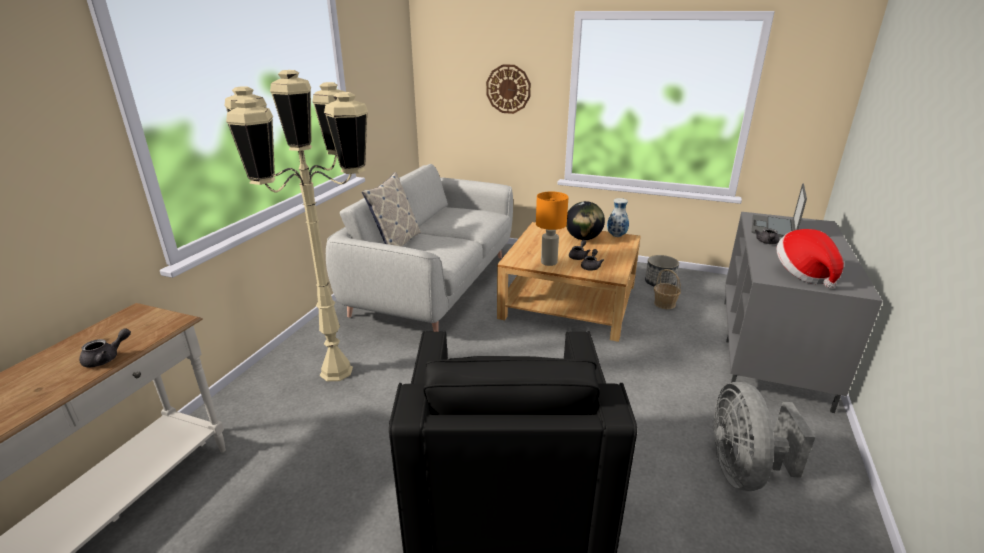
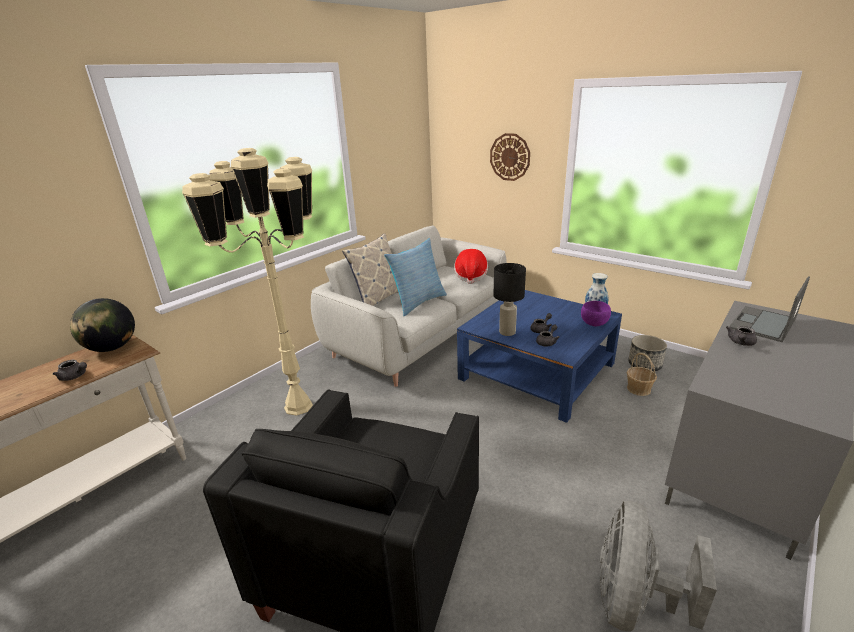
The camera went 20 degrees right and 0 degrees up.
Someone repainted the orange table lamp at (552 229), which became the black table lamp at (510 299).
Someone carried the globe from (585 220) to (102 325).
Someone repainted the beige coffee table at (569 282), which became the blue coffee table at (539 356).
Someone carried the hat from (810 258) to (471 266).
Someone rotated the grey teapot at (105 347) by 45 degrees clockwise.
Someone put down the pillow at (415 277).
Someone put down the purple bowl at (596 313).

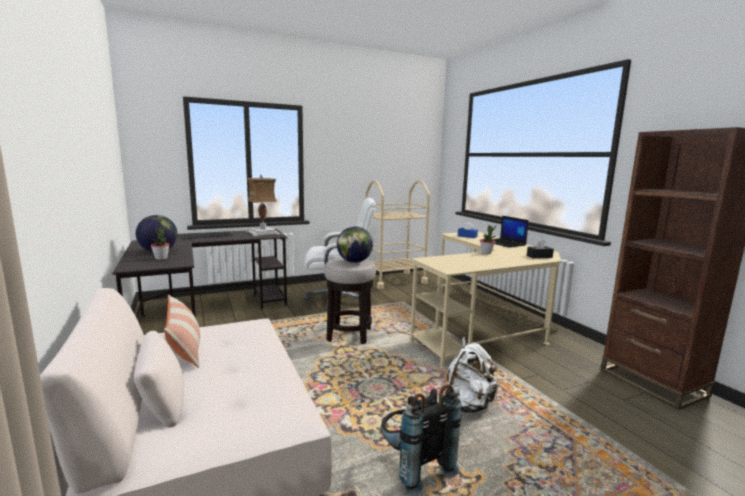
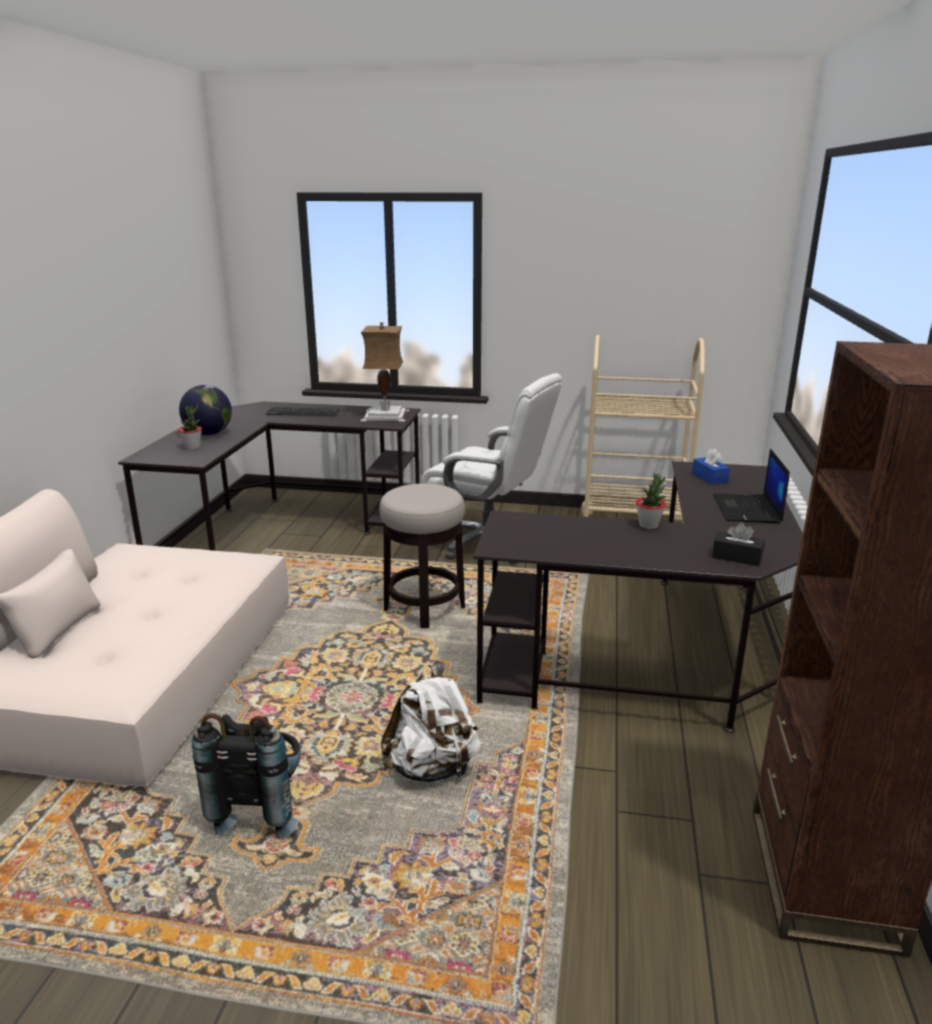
The camera went 35 degrees right and 10 degrees up.
Someone took away the globe at (355 244).
Someone repainted the beige desk at (486 300), which became the black desk at (638 597).
Someone took away the pillow at (182 331).

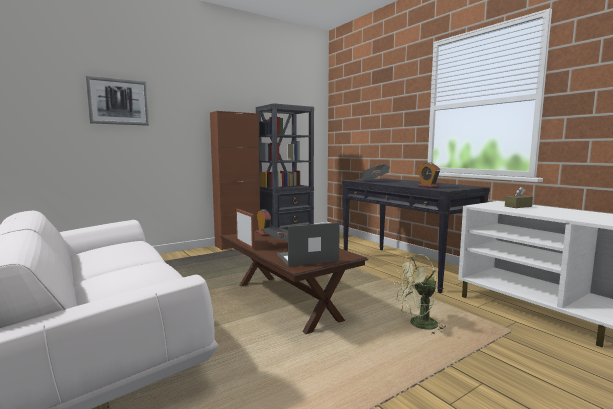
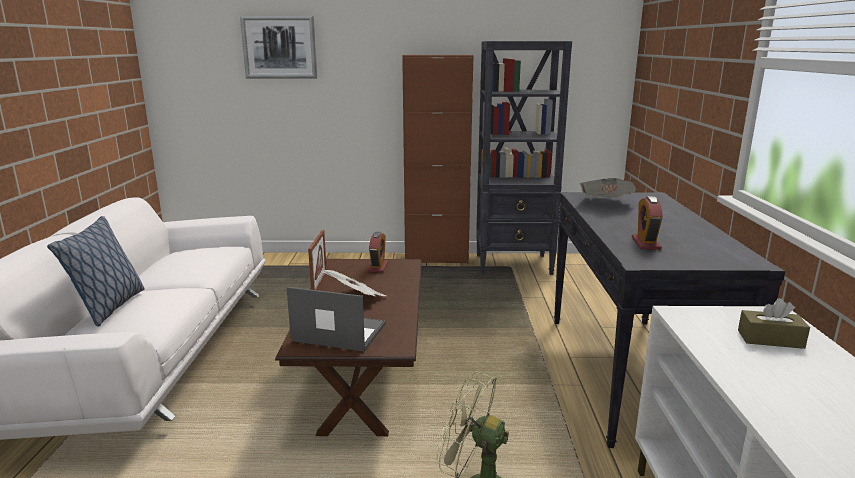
The camera went 35 degrees right and 10 degrees up.
Someone put down the pillow at (96 271).

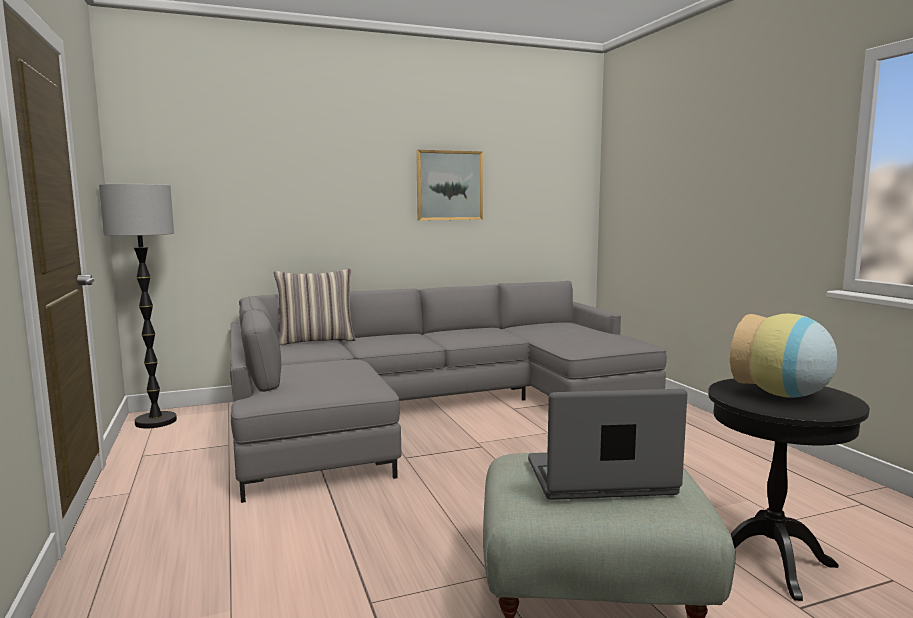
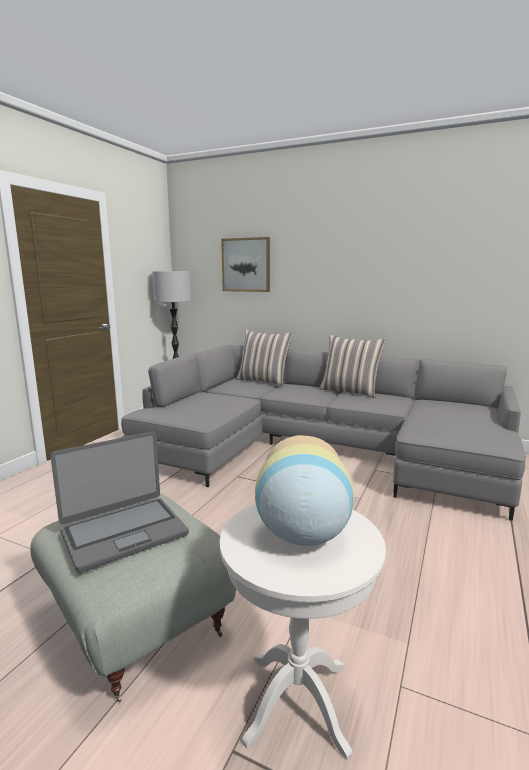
The camera went 45 degrees right and 5 degrees up.
Someone carried the picture from (449 185) to (245 264).
Someone repainted the black side table at (789 490), which became the white side table at (303 631).
Someone rotated the laptop at (607 444) by 105 degrees clockwise.
Someone put down the pillow at (352 366).

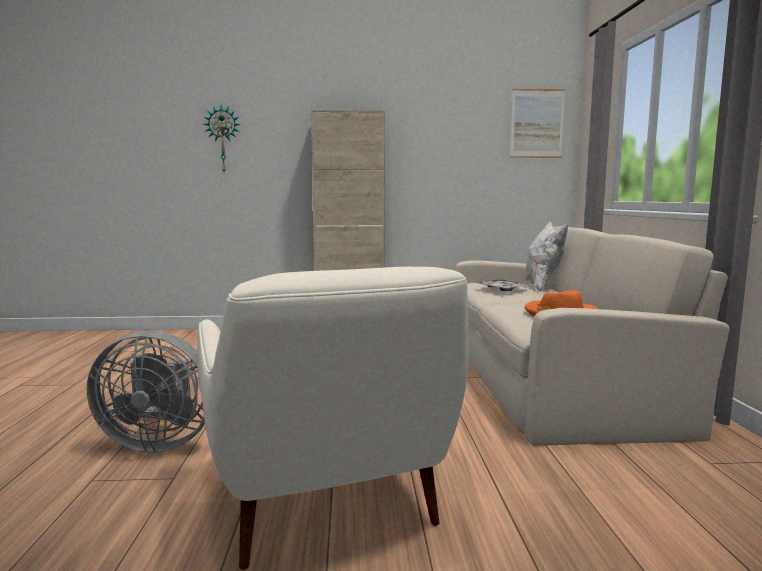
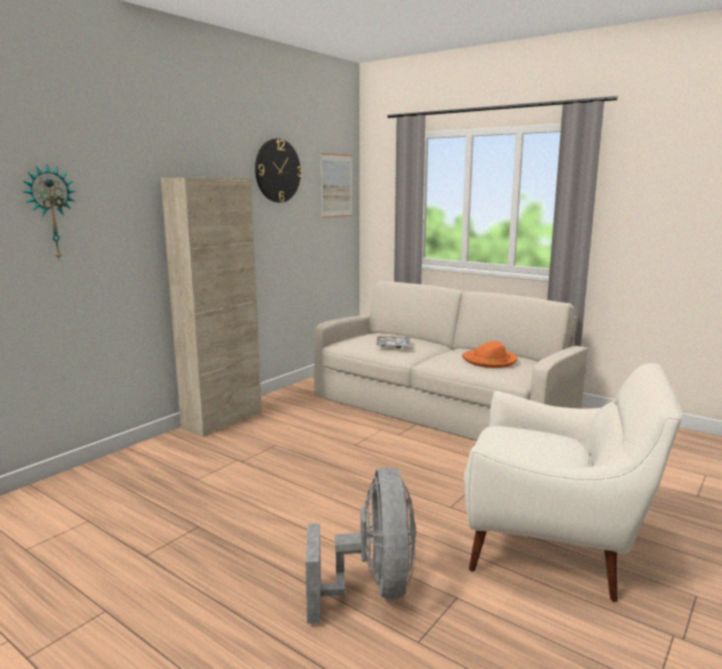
The camera went 50 degrees left and 5 degrees up.
Someone took away the white pillow at (546 256).
Someone rotated the grey fan at (146 391) by 45 degrees counterclockwise.
Someone put up the wall clock at (278 170).

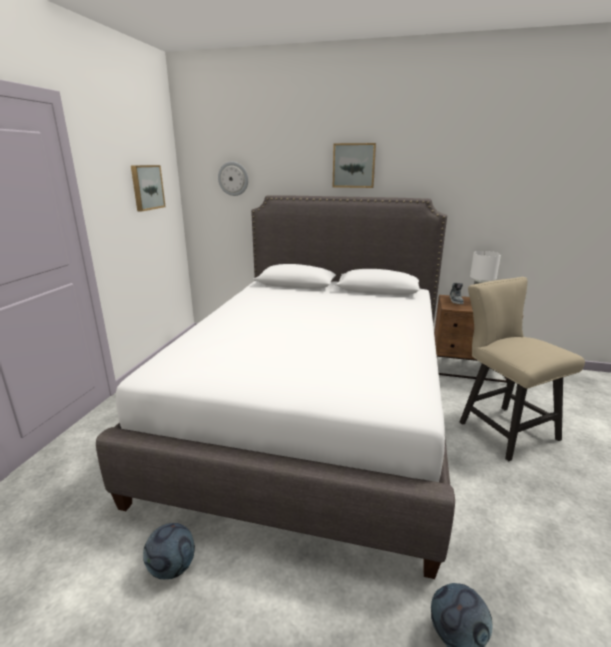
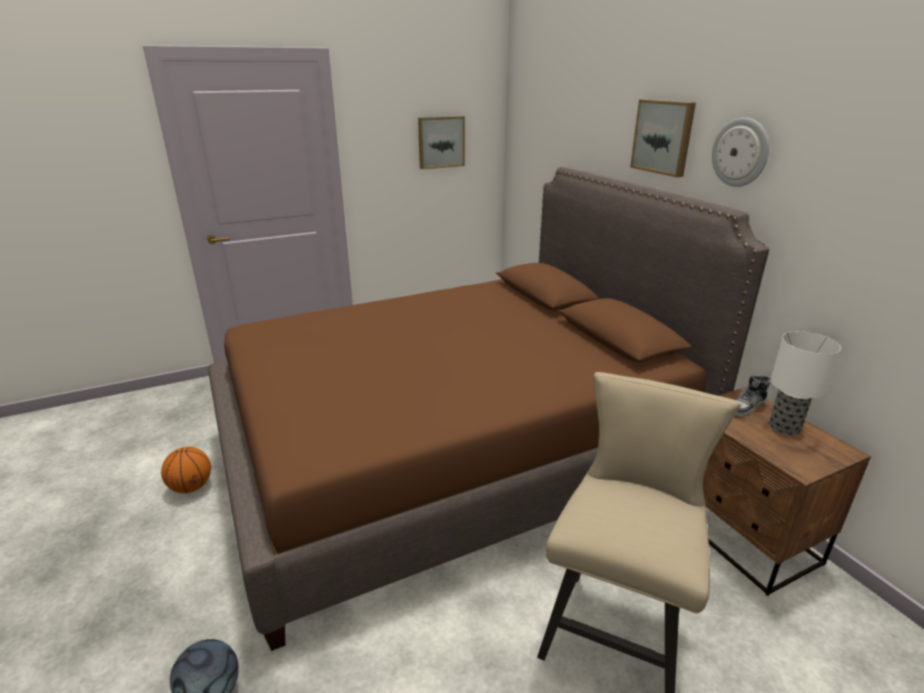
The camera went 50 degrees right and 5 degrees up.
Someone carried the wall clock from (233 179) to (740 152).
Someone repainted the white bed at (275 387), which became the brown bed at (488 409).
Someone swapped the football at (169 551) for the basketball at (186 470).

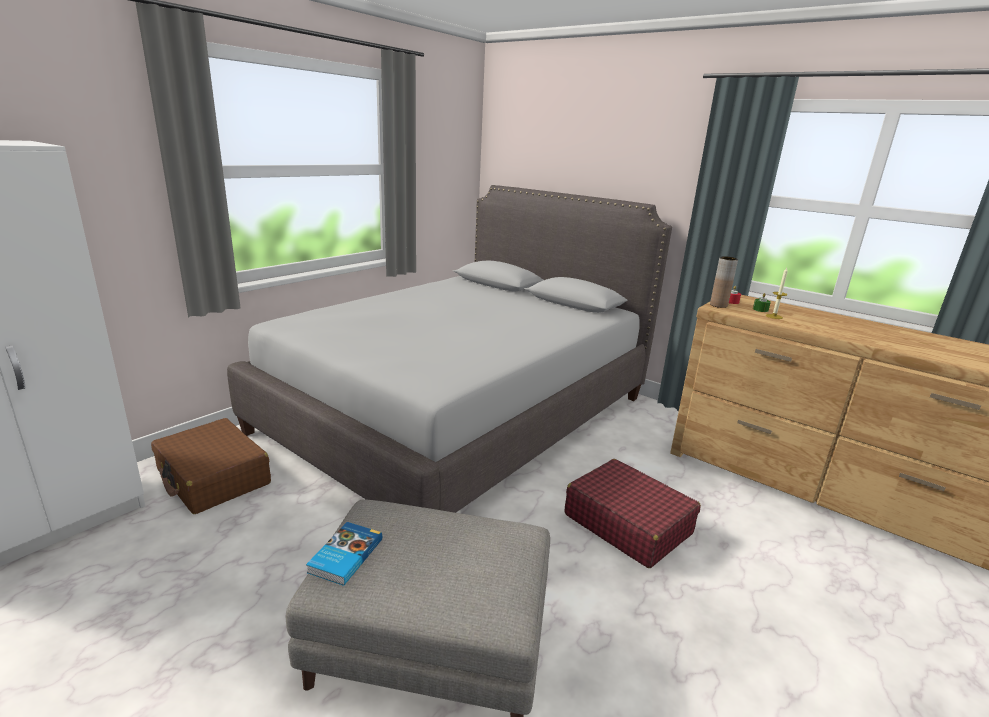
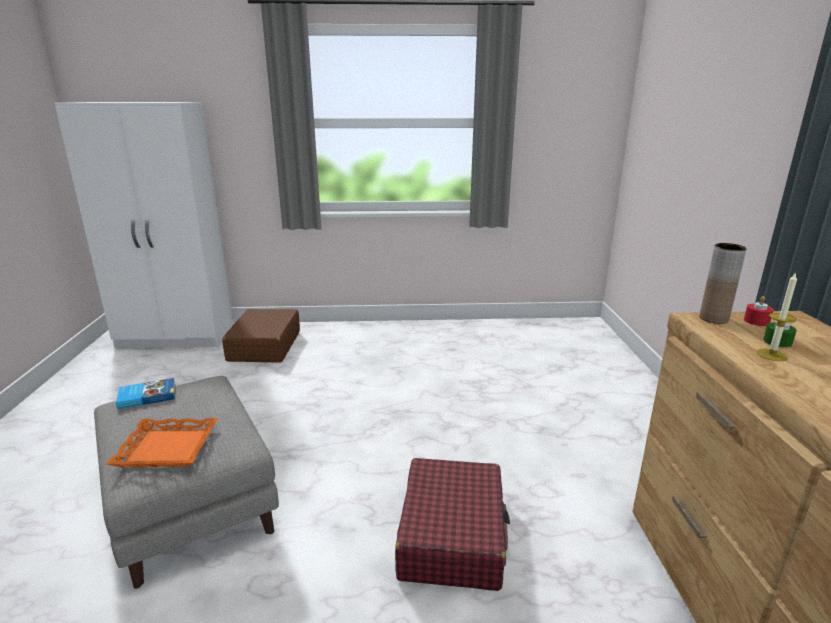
The camera went 50 degrees right and 0 degrees up.
Someone took away the grey bed at (449 349).
Someone put down the orange tray at (162 442).

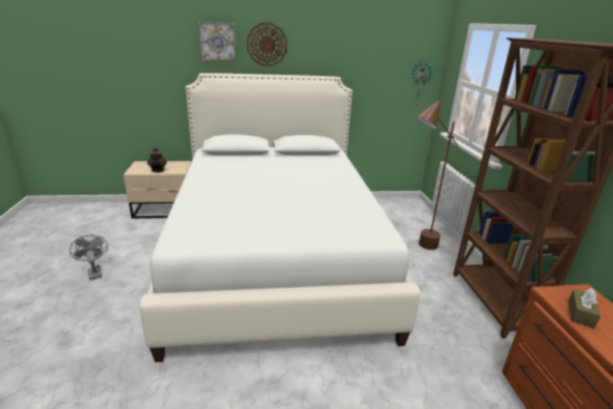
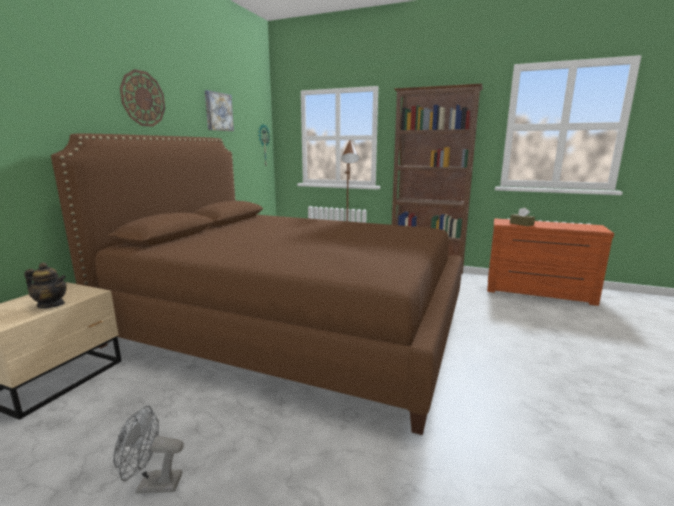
The camera went 60 degrees left and 10 degrees down.
Someone carried the picture from (217 42) to (219 110).
Someone repainted the white bed at (280 217), which became the brown bed at (256 284).

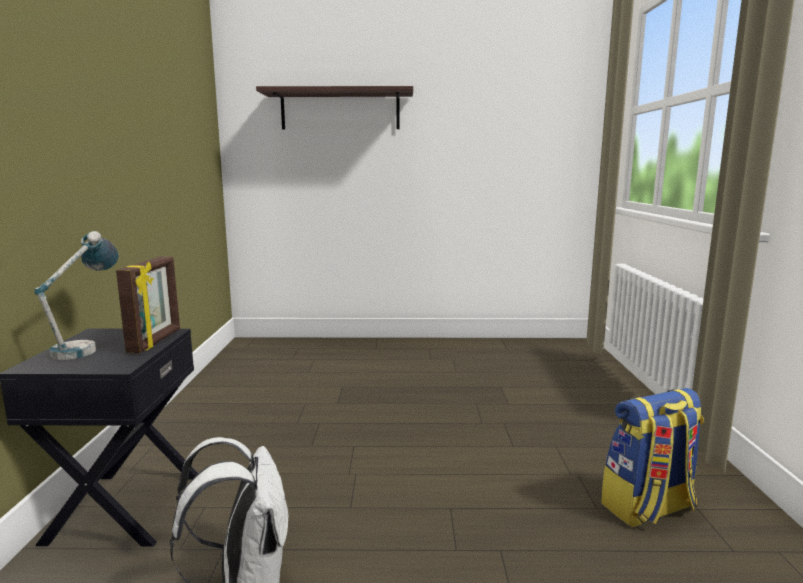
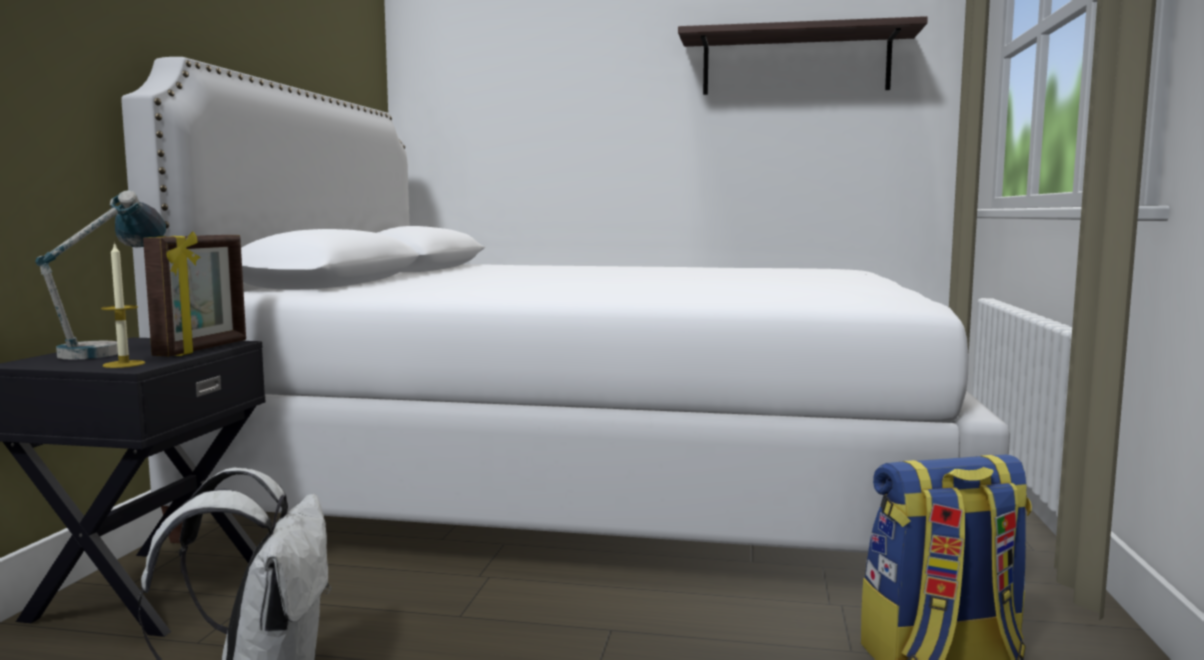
The camera went 10 degrees right and 5 degrees down.
Someone carried the shelf from (334 107) to (803 55).
Someone put down the white bed at (565 305).
Someone put down the candle at (123 305).

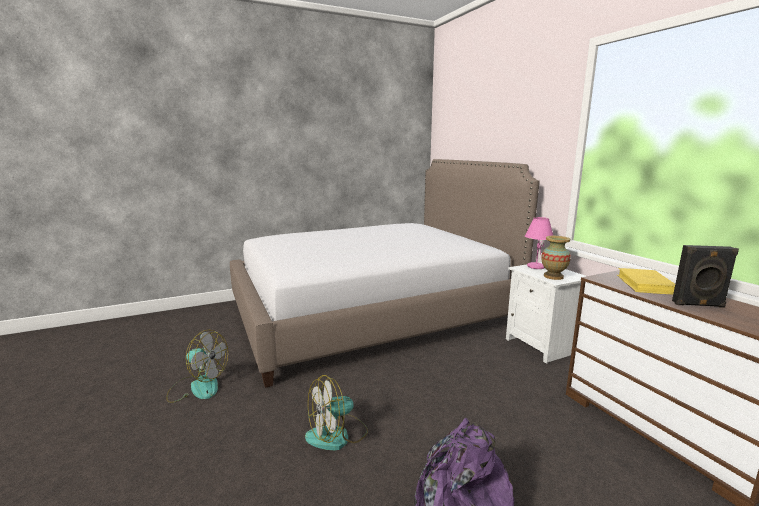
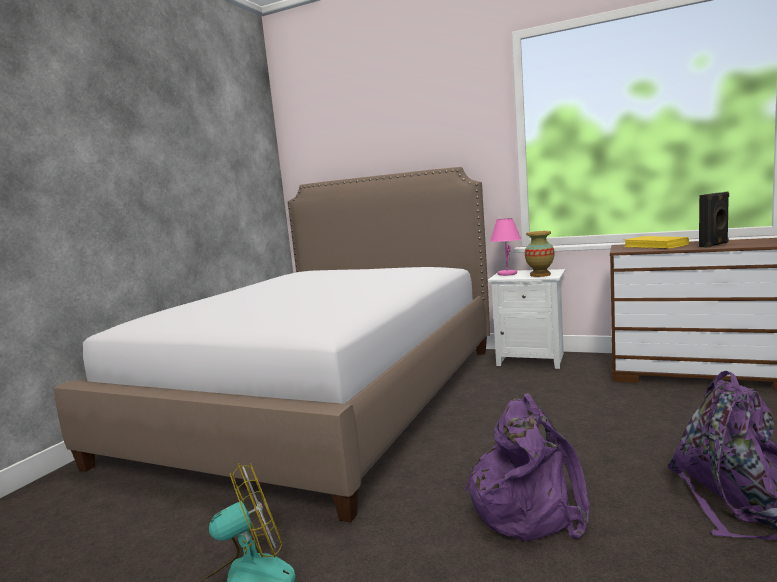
The camera went 40 degrees left and 5 degrees down.
Someone swapped the fan at (336 412) for the purple backpack at (526 467).

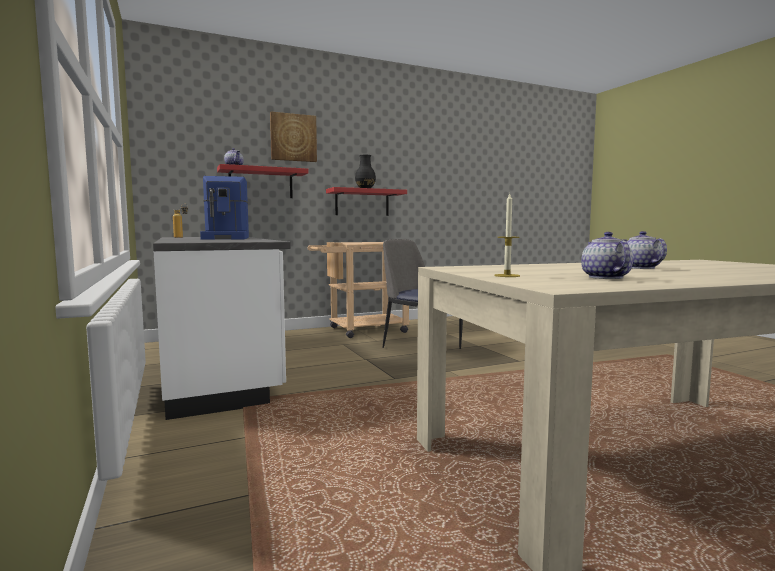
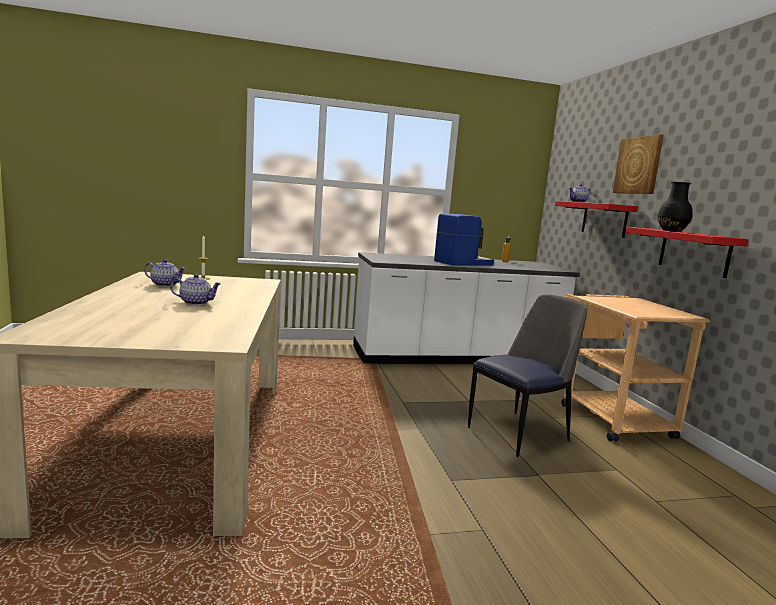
The camera went 100 degrees right and 5 degrees up.
Someone rotated the coffee machine at (224 208) by 150 degrees clockwise.

